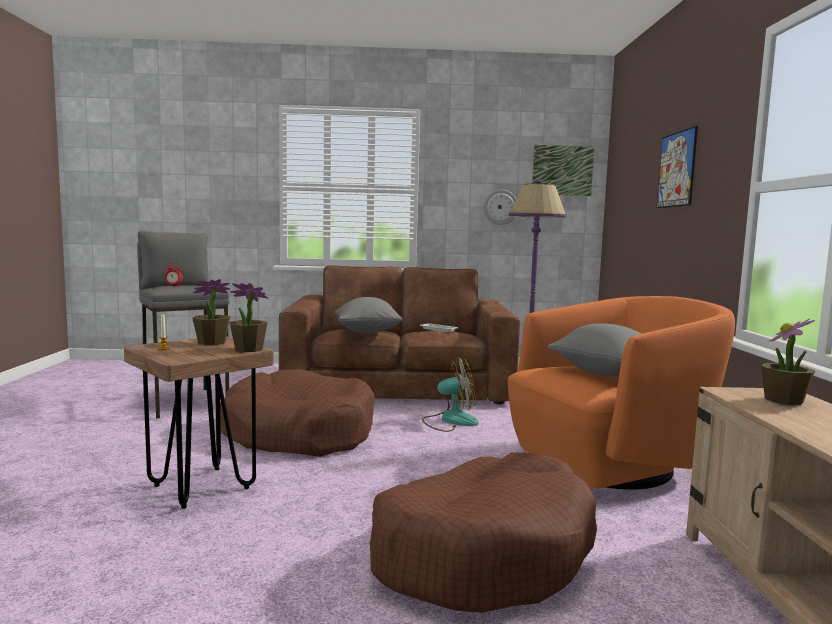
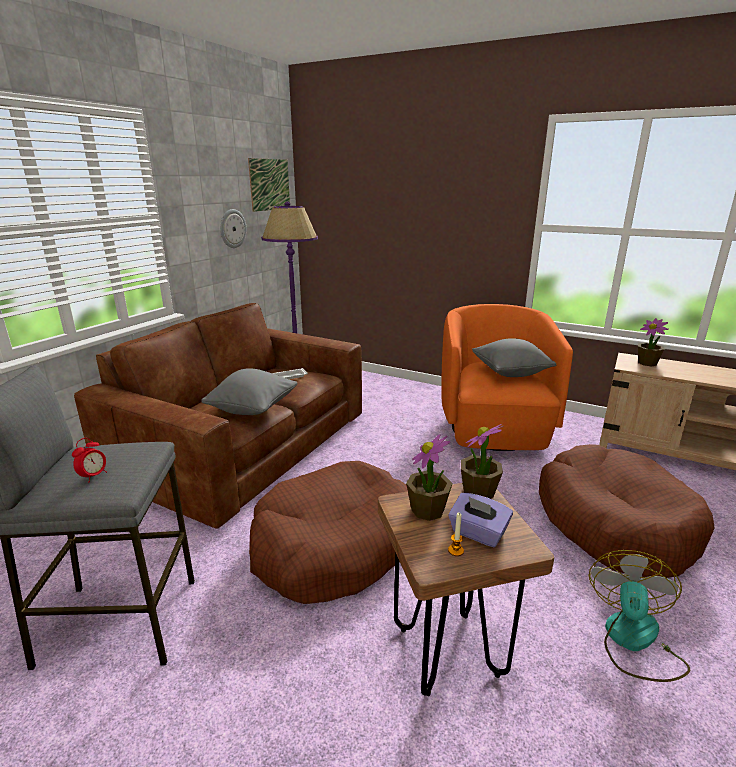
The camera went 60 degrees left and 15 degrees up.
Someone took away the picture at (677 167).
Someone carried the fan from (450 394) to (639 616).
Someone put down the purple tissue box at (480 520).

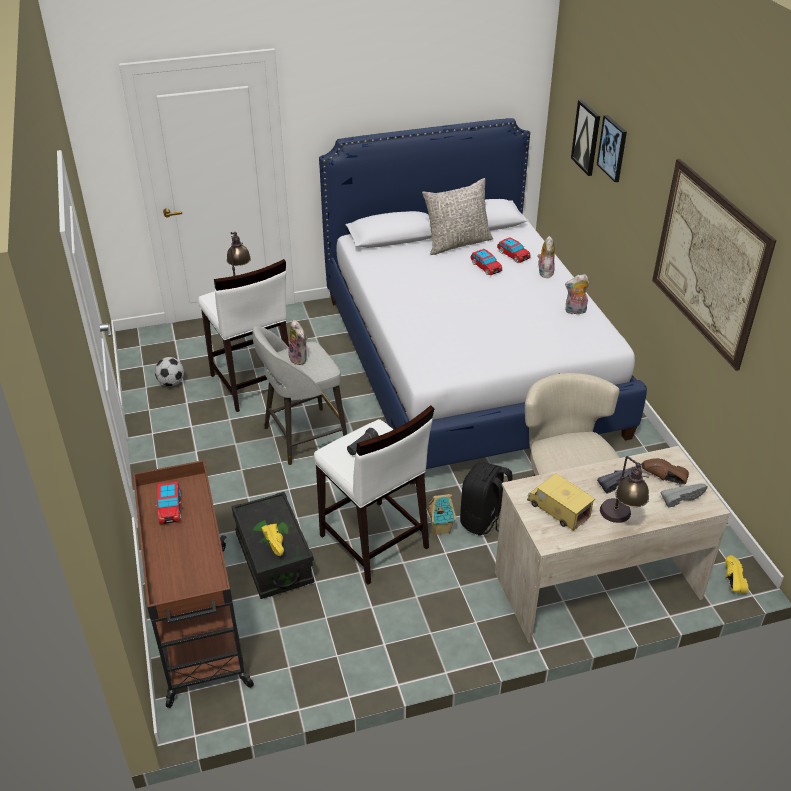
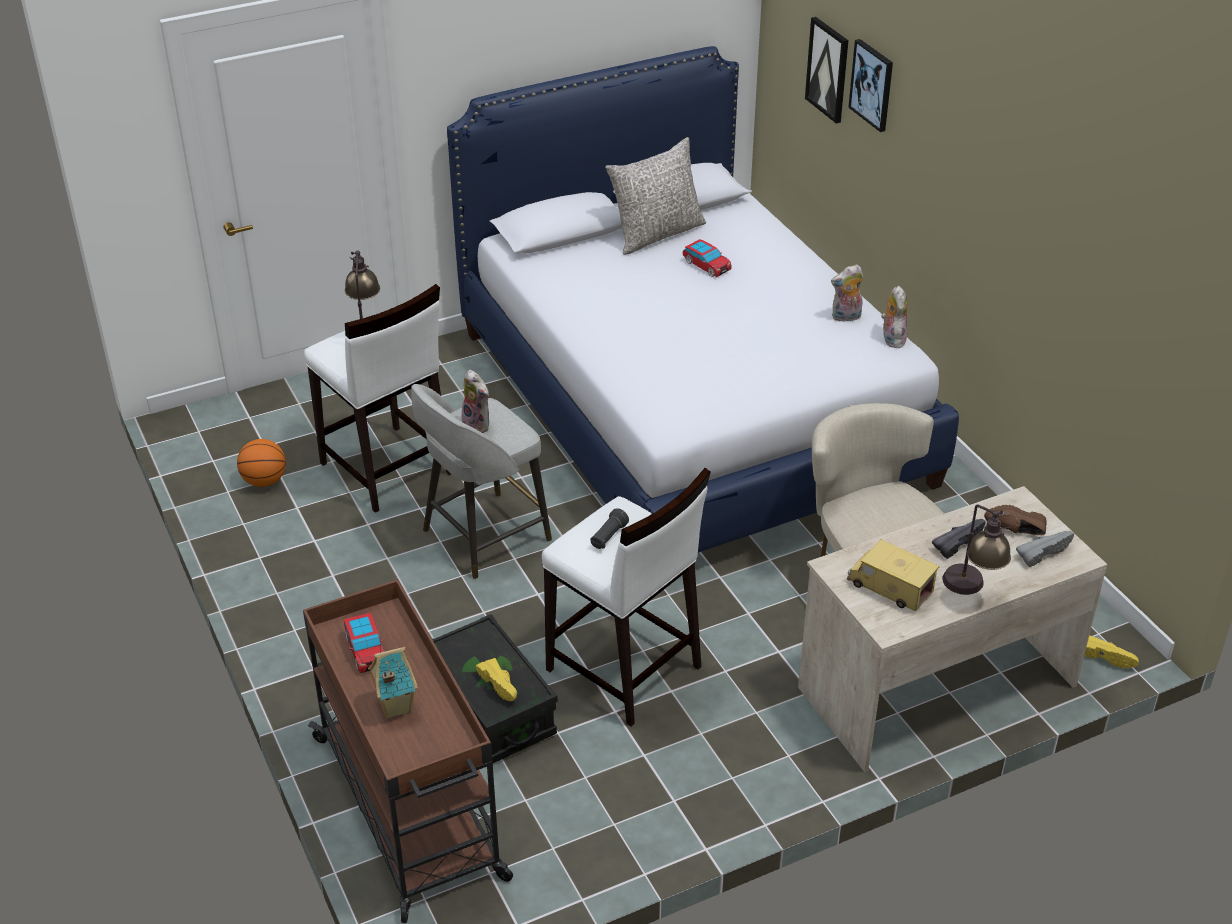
The camera went 10 degrees left and 0 degrees up.
Someone took away the picture at (714 265).
Someone carried the plush toy from (546 257) to (894 317).
Someone took away the toy car at (513 250).
Someone swapped the football at (169 371) for the basketball at (261 463).
Someone took away the black backpack at (486 499).
Someone carried the toy house from (441 514) to (393 683).
Someone rotated the yellow shoe at (737 574) by 135 degrees clockwise.

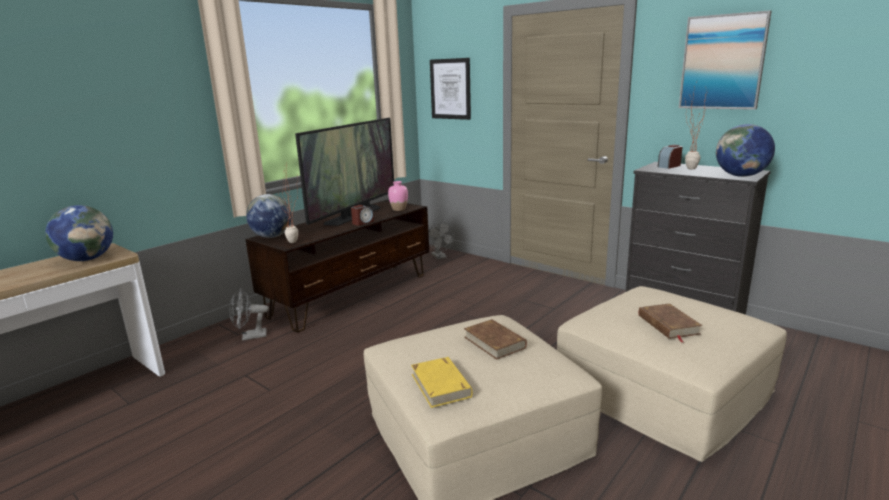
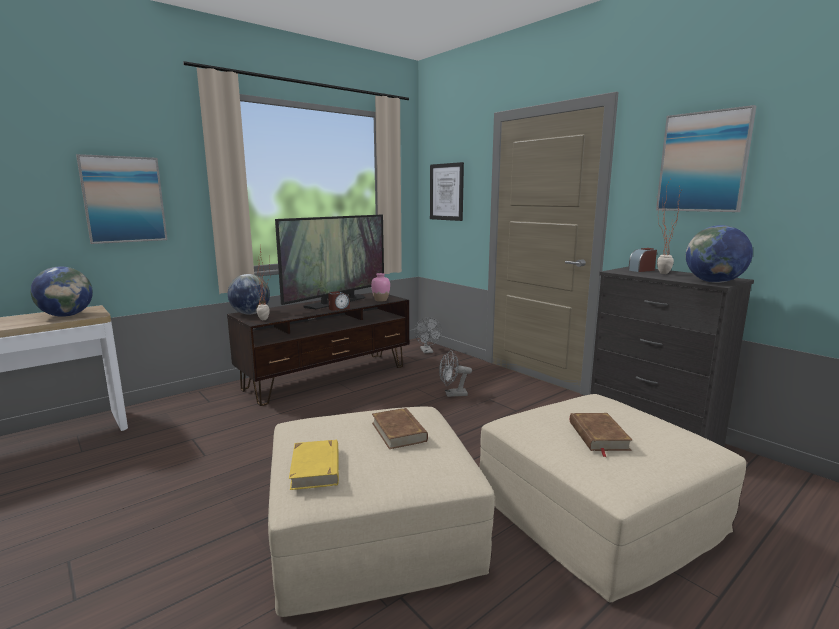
The camera went 10 degrees right and 5 degrees down.
Someone carried the grey fan from (249 315) to (455 373).
Someone put up the picture at (121 199).

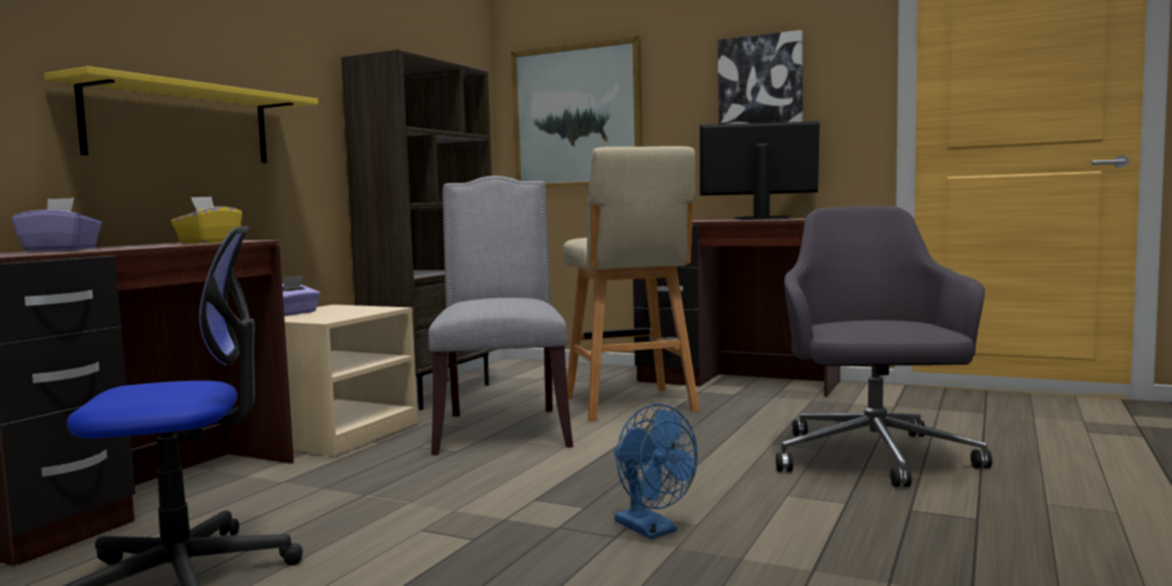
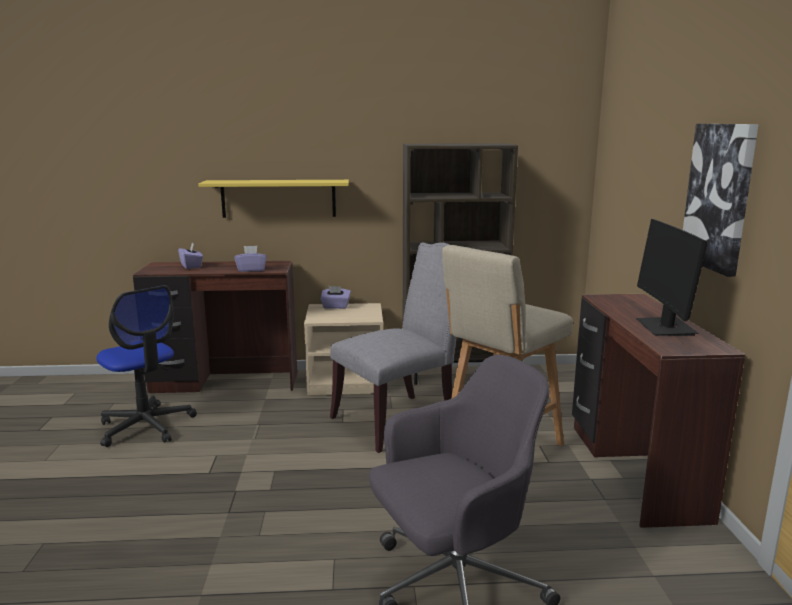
The camera went 60 degrees right and 10 degrees up.
Someone took away the picture at (577 112).
Someone rotated the monitor at (760 170) by 150 degrees counterclockwise.
Someone repainted the yellow tissue box at (206 220), which became the purple tissue box at (250 259).
Someone took away the blue fan at (656 471).

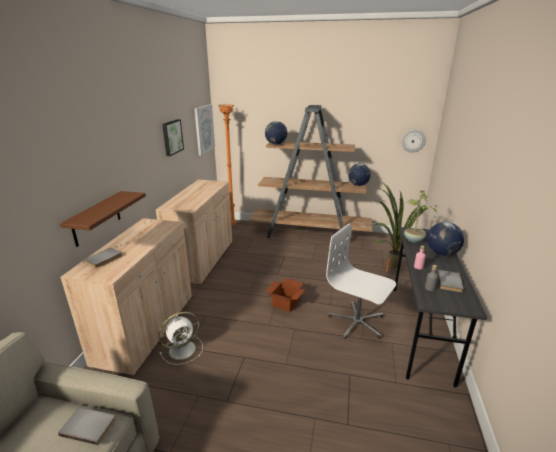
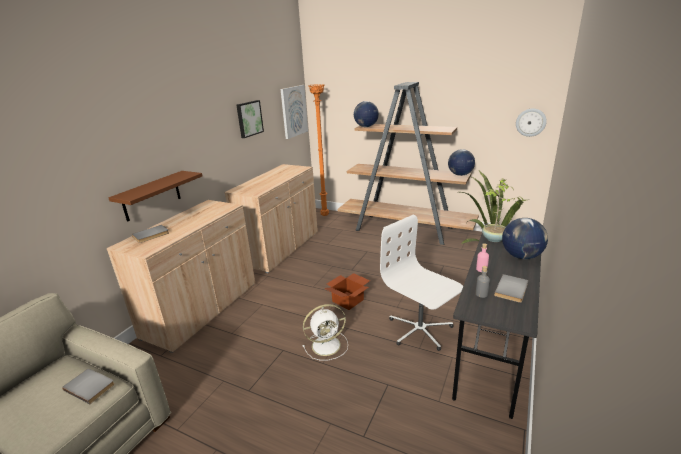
The camera went 15 degrees right and 0 degrees up.
Someone carried the white fan from (180 338) to (325 332).

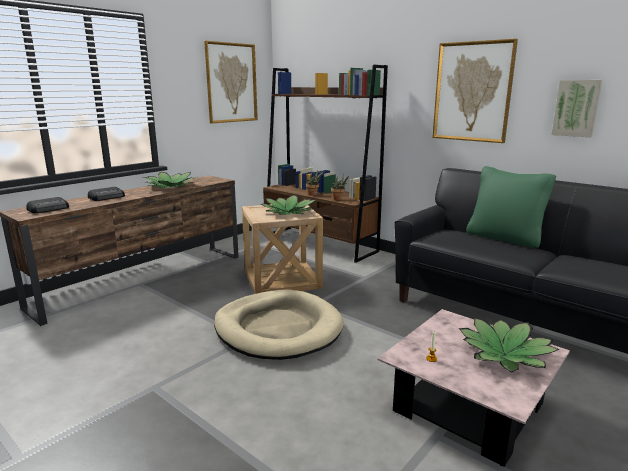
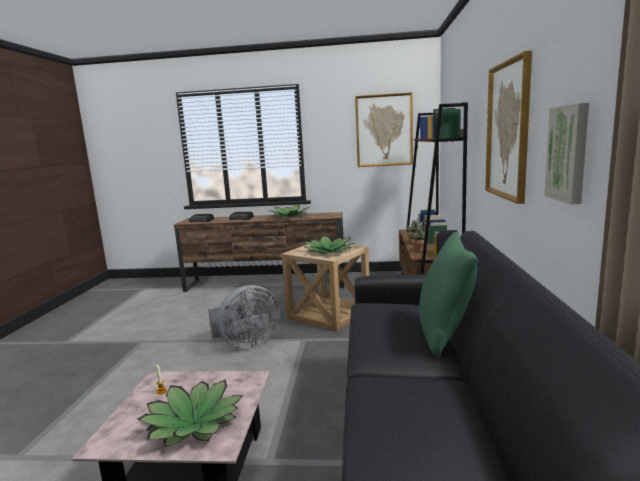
The camera went 55 degrees right and 5 degrees down.
Someone swapped the beige dog bed at (279 325) for the grey fan at (243 316).

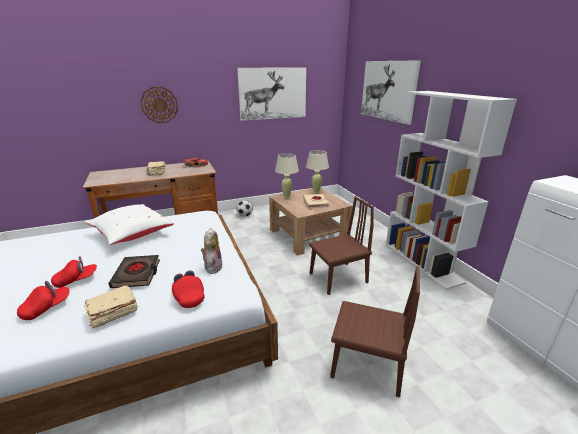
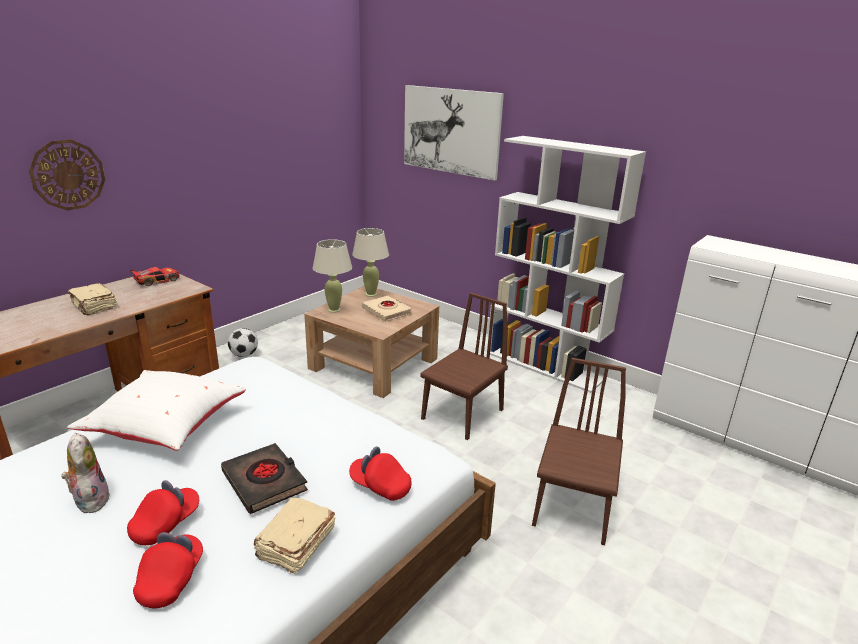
The camera went 30 degrees left and 0 degrees up.
Someone took away the picture at (271 94).
Someone carried the plush toy from (212 251) to (85 473).
Someone rotated the brown chair at (375 331) by 60 degrees counterclockwise.

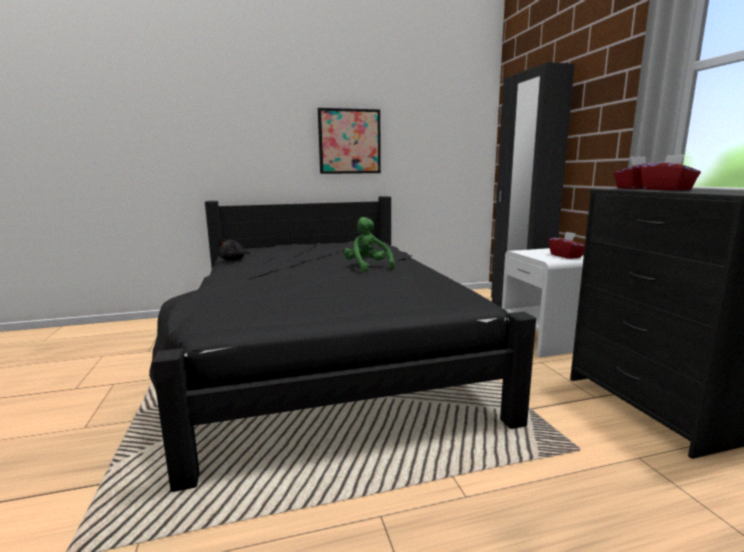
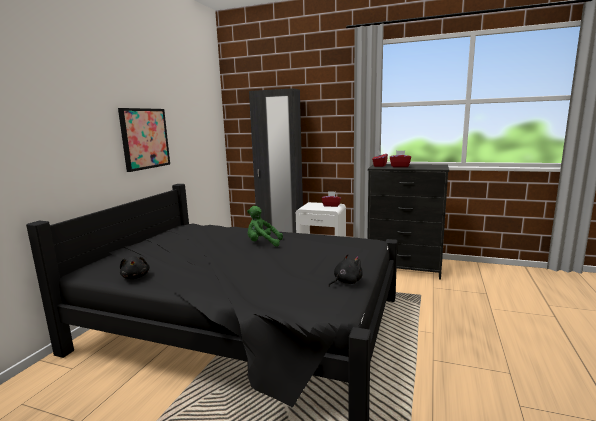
The camera went 55 degrees left and 0 degrees up.
Someone put down the black plush toy at (345 270).

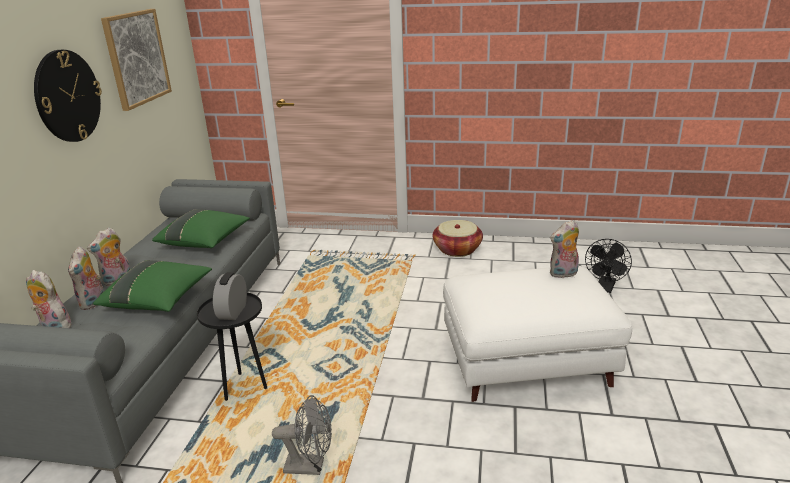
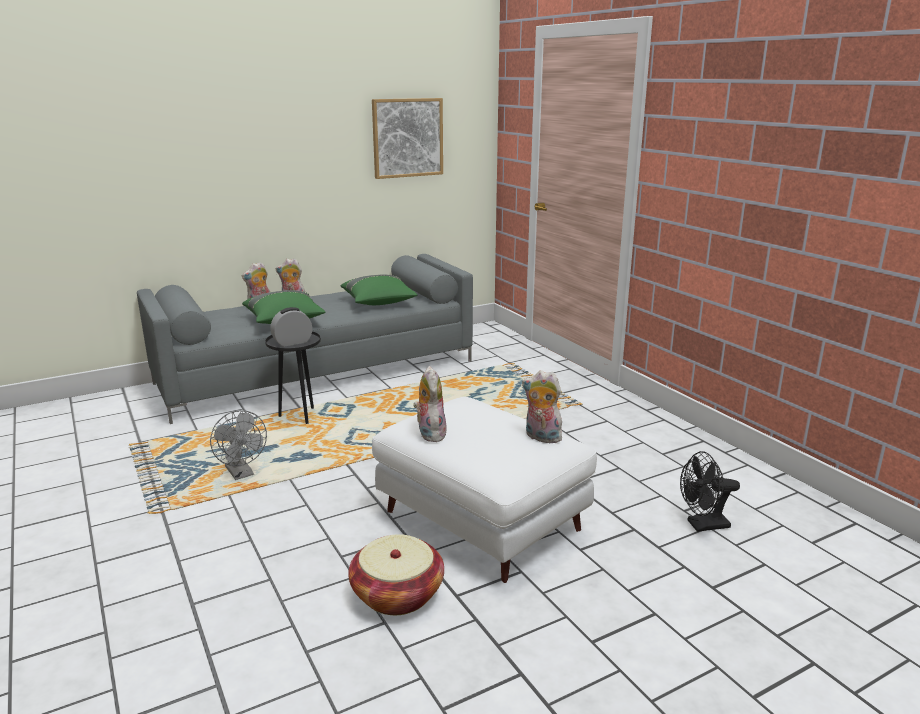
The camera went 50 degrees right and 5 degrees down.
Someone took away the wall clock at (68 96).
Someone carried the basket from (458 238) to (396 574).
Someone carried the plush toy from (50 299) to (430 404).

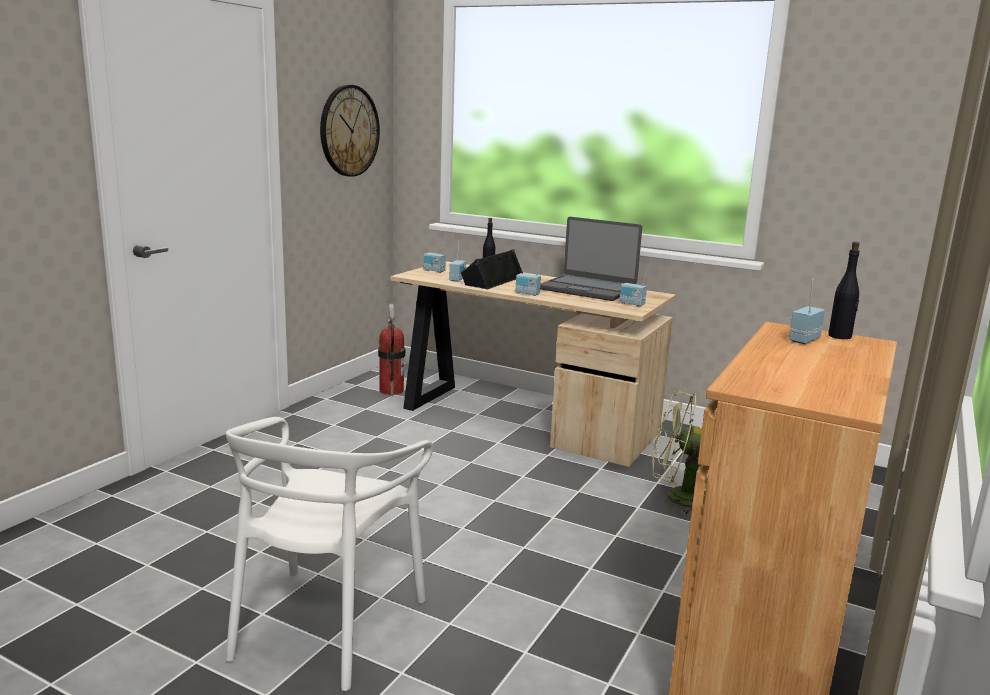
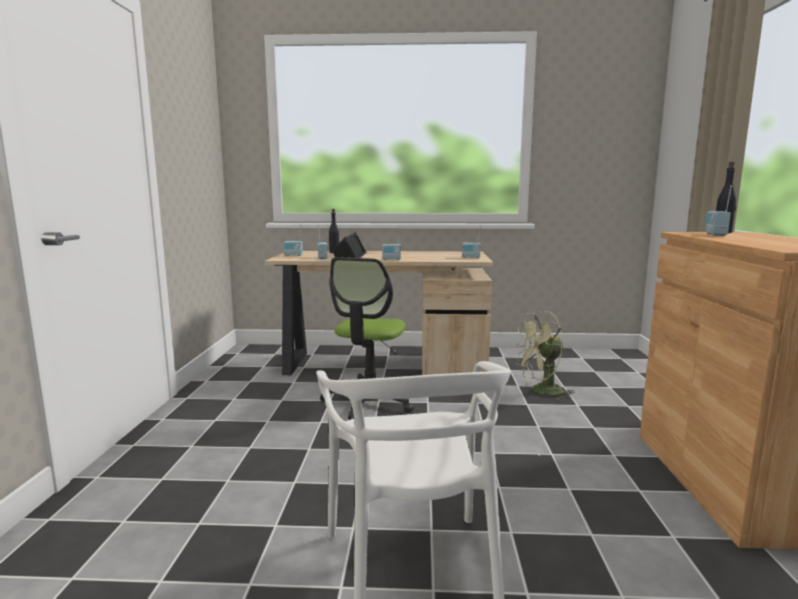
The camera went 25 degrees left and 5 degrees down.
Someone took away the wall clock at (350 131).
Someone took away the laptop at (591 259).
Someone took away the fire extinguisher at (391 350).
Someone put down the office chair at (367 338).

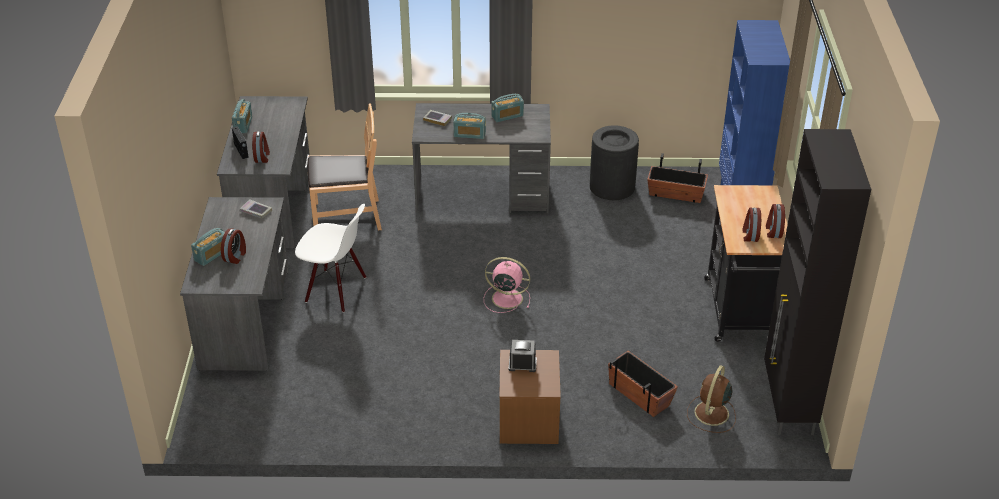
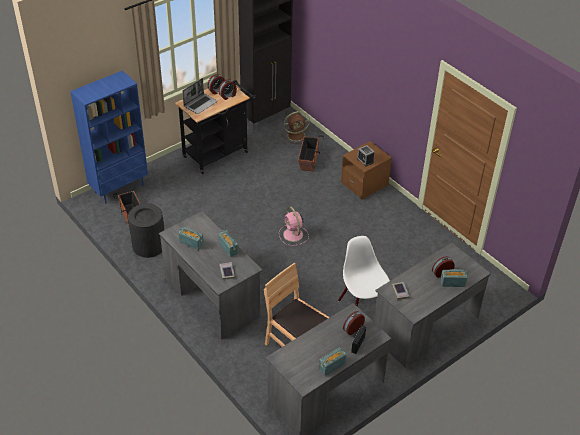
The camera went 130 degrees left and 5 degrees up.
Someone put down the laptop at (199 96).

